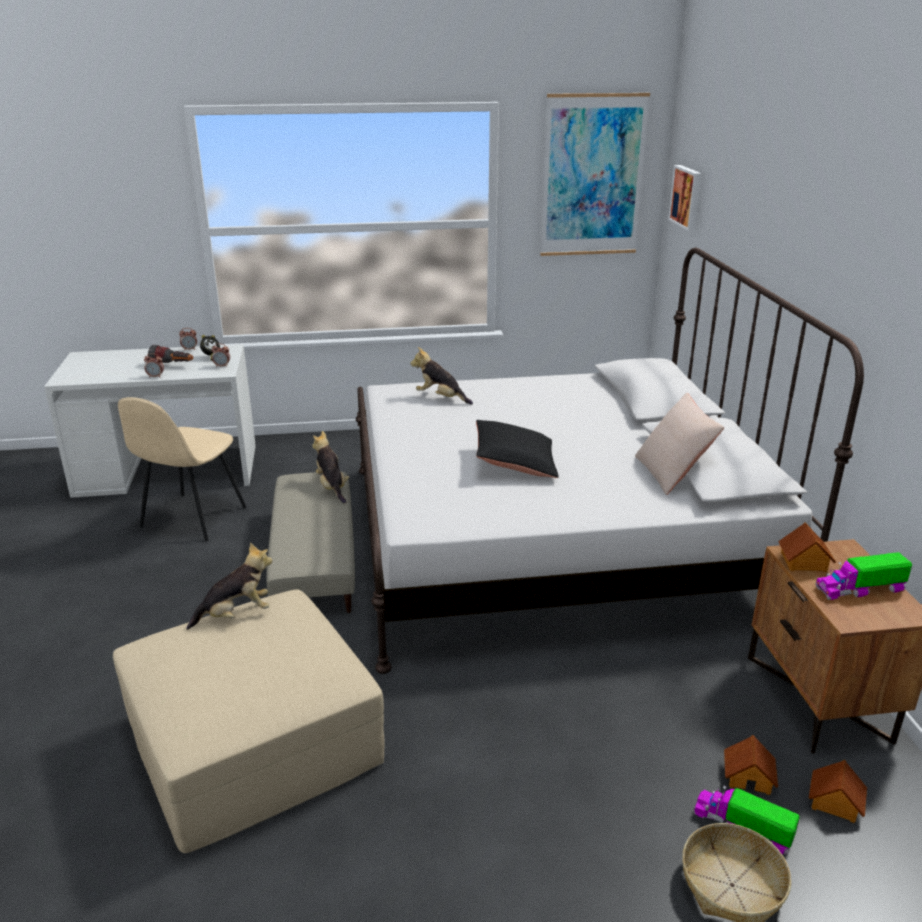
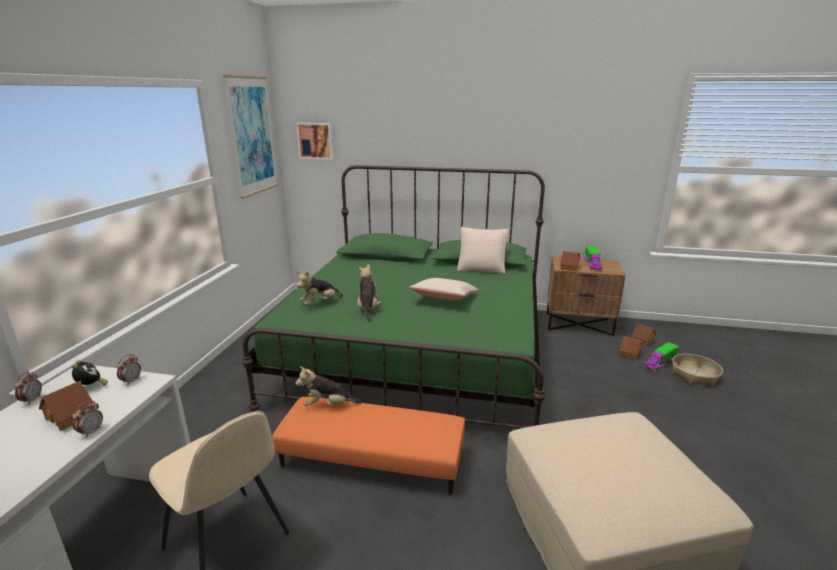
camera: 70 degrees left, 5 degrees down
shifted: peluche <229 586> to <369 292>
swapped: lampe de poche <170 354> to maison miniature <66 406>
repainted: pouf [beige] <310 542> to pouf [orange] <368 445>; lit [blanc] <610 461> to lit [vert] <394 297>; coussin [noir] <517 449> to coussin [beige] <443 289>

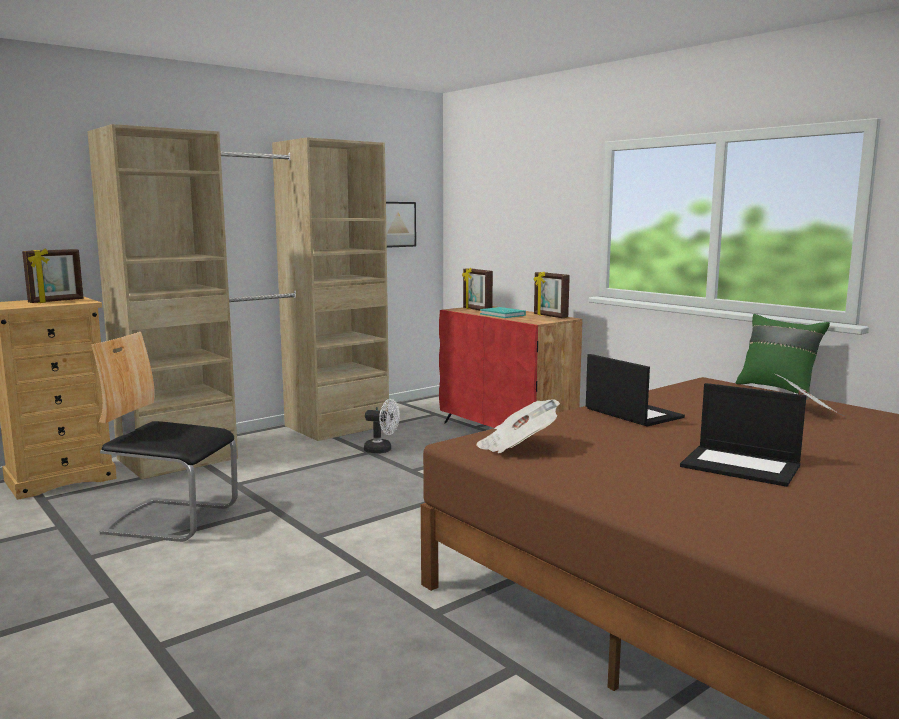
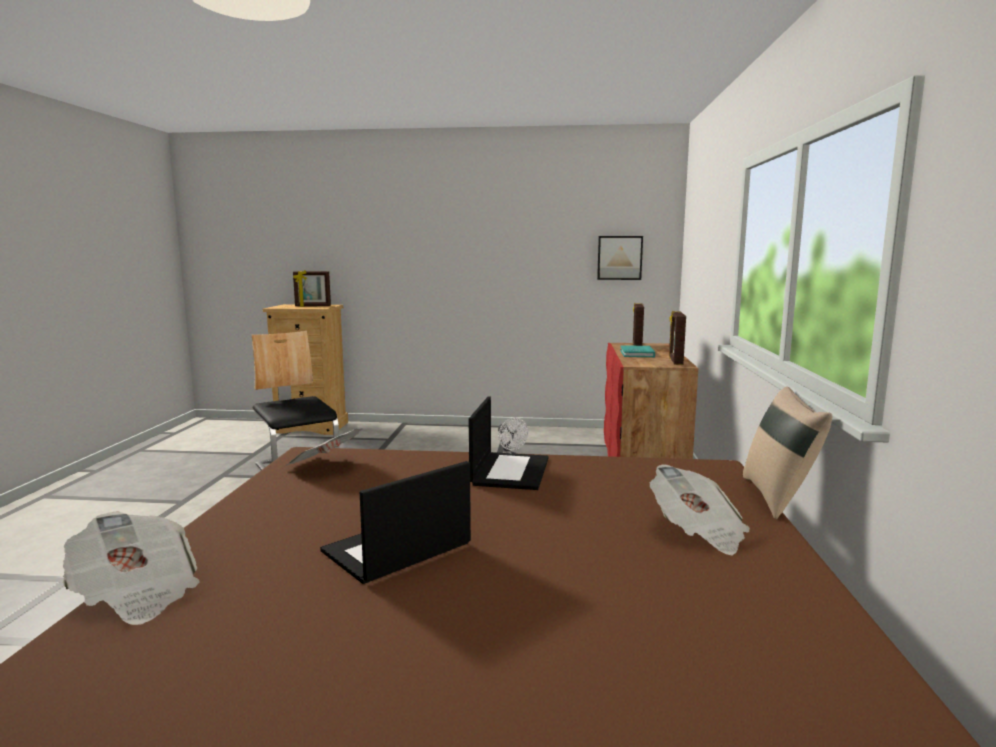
camera: 45 degrees right, 0 degrees up
gone: armoire [beige] <238 301>
new: journal <131 568>
repainted: coussin [vert] <783 354> to coussin [beige] <788 452>
rotated: ordinateur portable <743 435> = <395 522> 60 degrees clockwise

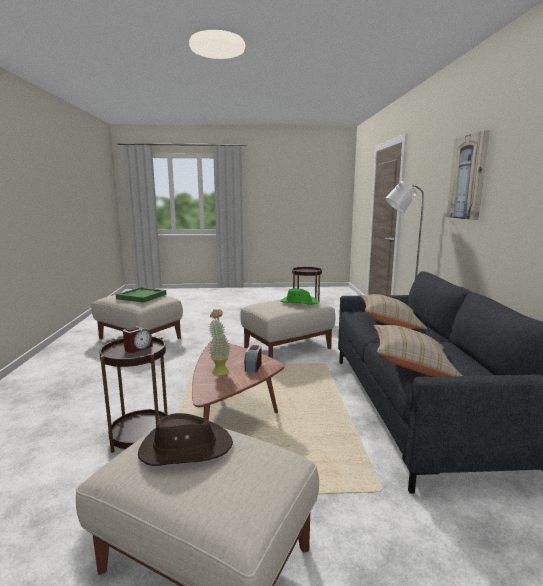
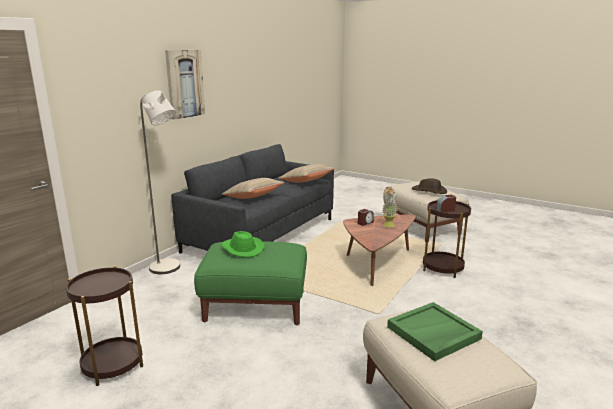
camera: 145 degrees left, 5 degrees up
repainted: pouf [beige] <288 328> to pouf [vert] <250 283>

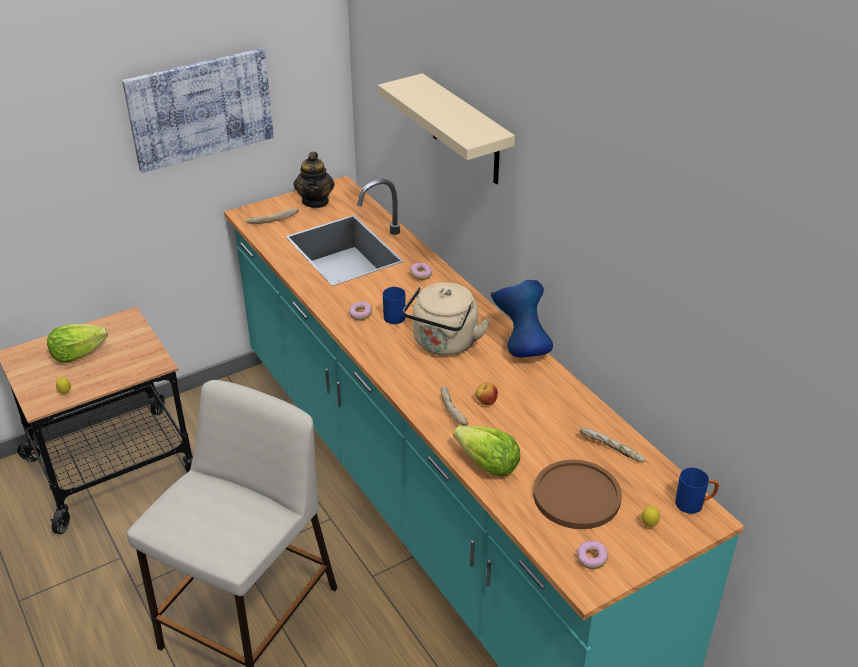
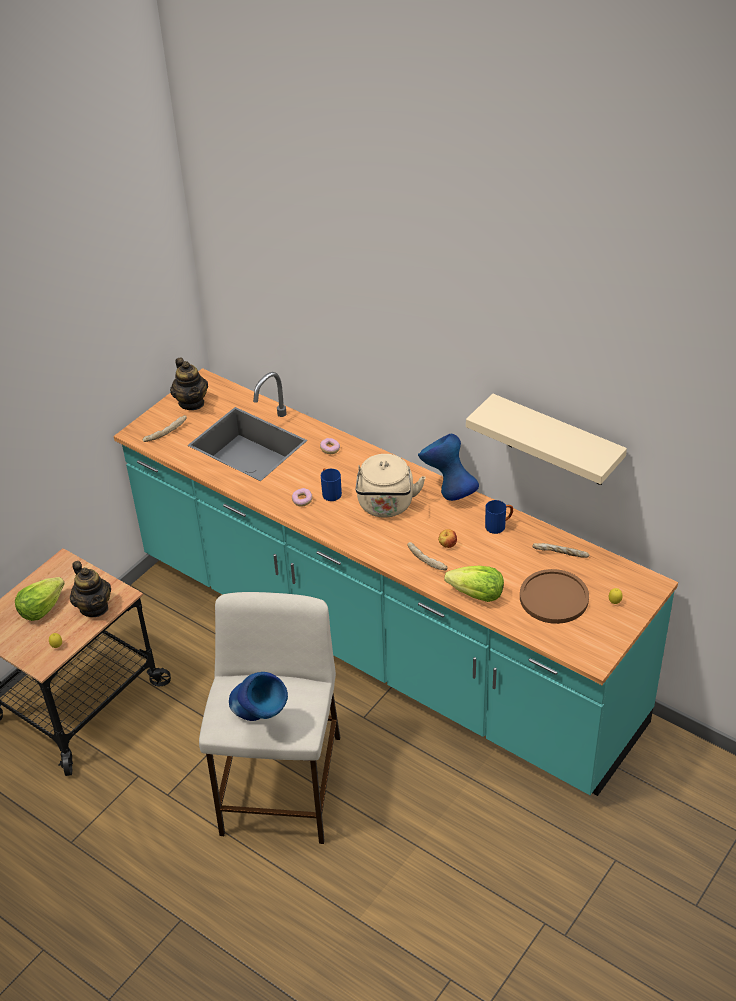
camera: 20 degrees left, 5 degrees up
gone: tableau <198 110>; beignet <592 555>
new: théière <90 589>; vase [bleu] <258 696>
shifted: étagère [beige] <446 128> to <546 439>; mug [bleu] <697 491> to <499 517>

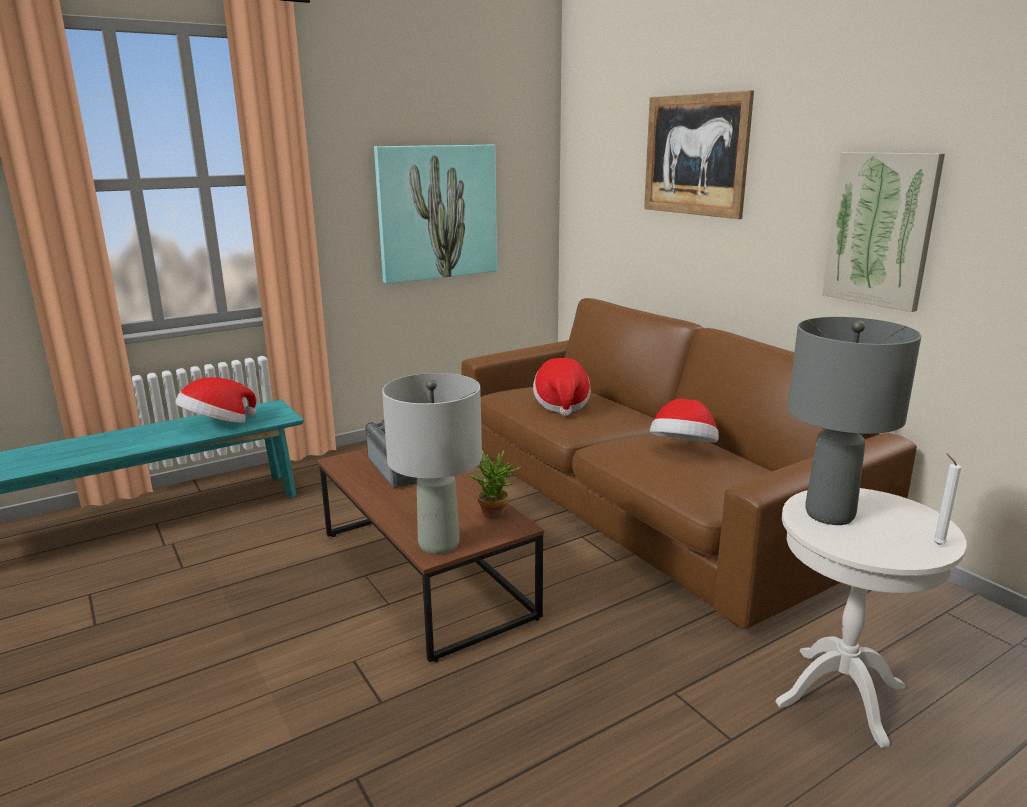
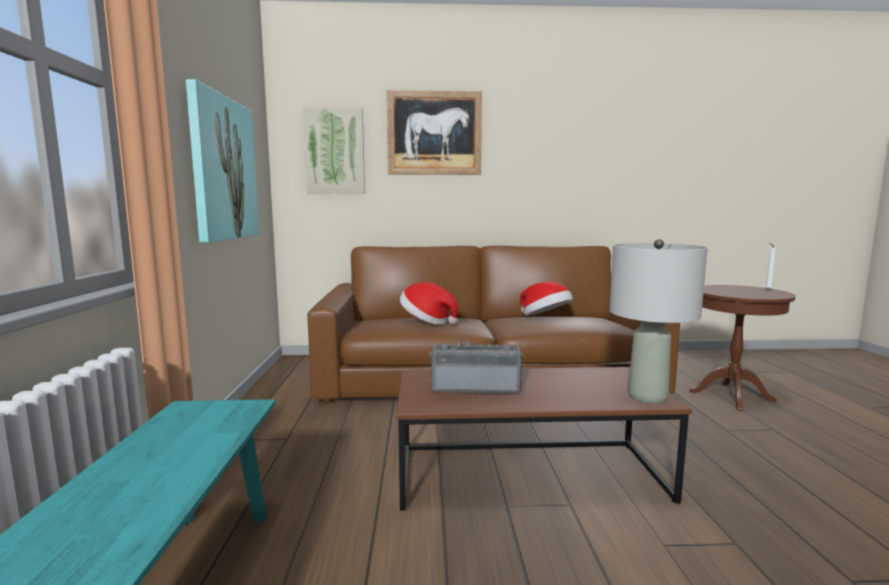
camera: 60 degrees left, 10 degrees down
gone: chapeau <216 400>; plante en pot <496 484>; lampe de table [gris] <854 421>
shifted: tableau <883 232> to <334 150>
repainted: table d'appoint [blanc] <870 618> to table d'appoint [marron] <742 348>

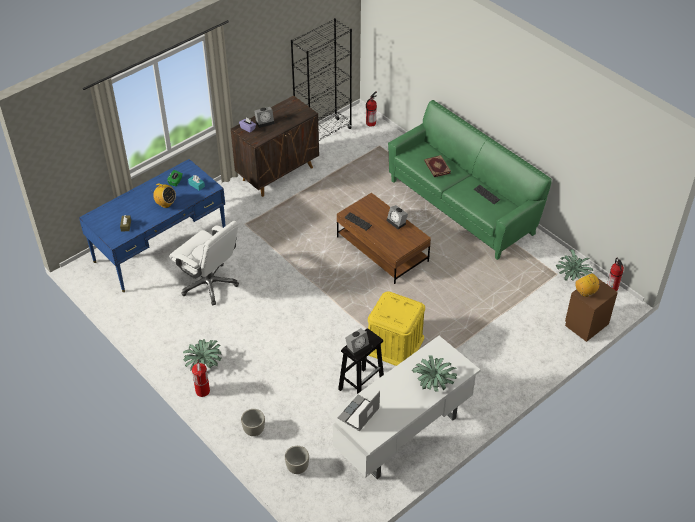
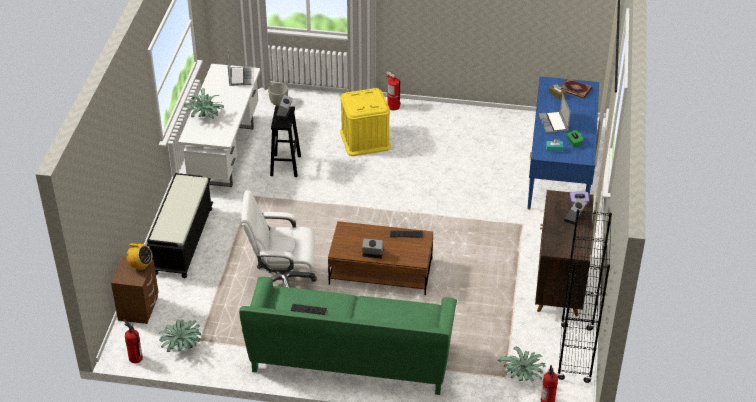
camera: 140 degrees right, 5 degrees down
gone: cache-pot [gris] <253 422>
new: banc [noir] <180 225>
shifted: chaise de bureau [blanc] <204 263> to <279 238>; plante en pot <202 355> to <522 364>; boîte de rangement [jaune] <396 329> to <365 122>; livre <437 166> to <576 88>
swapped: radio <164 196> to ordinateur portable <555 113>

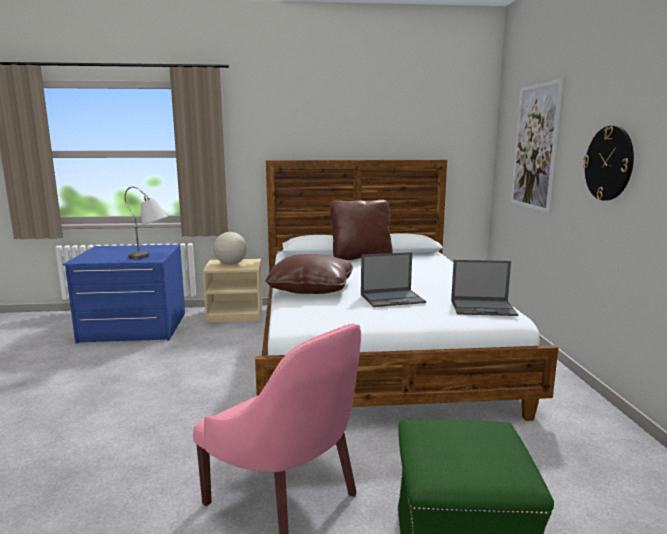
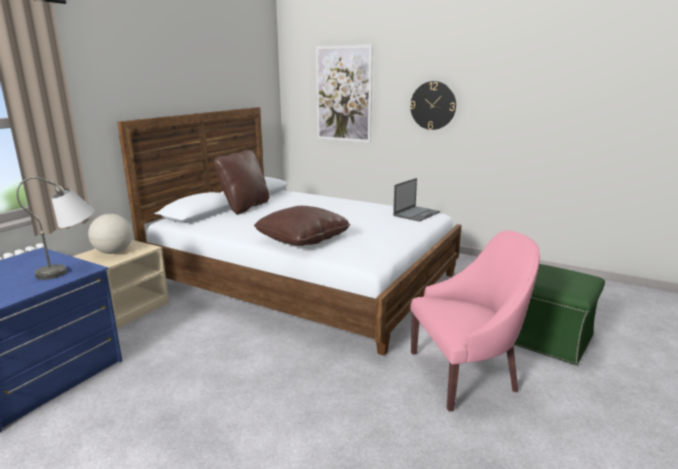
camera: 55 degrees left, 5 degrees up
gone: ordinateur portable <393 279>

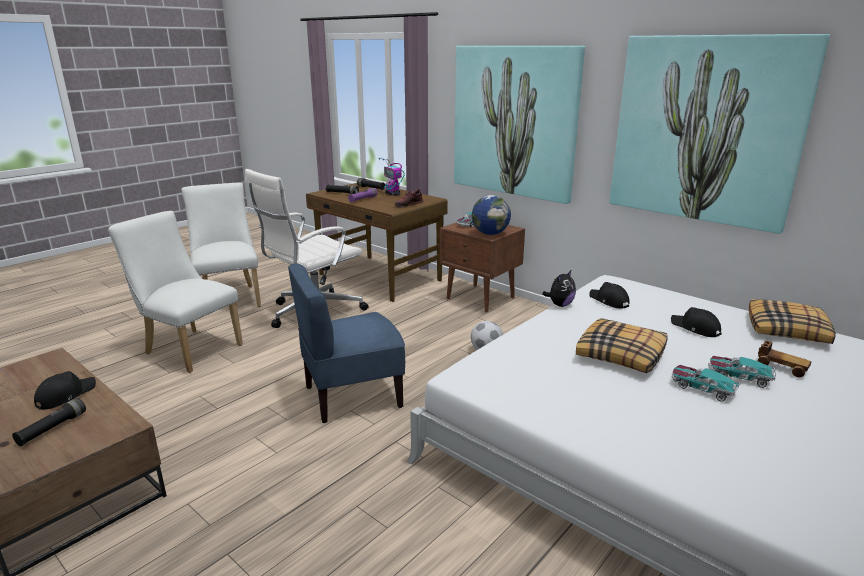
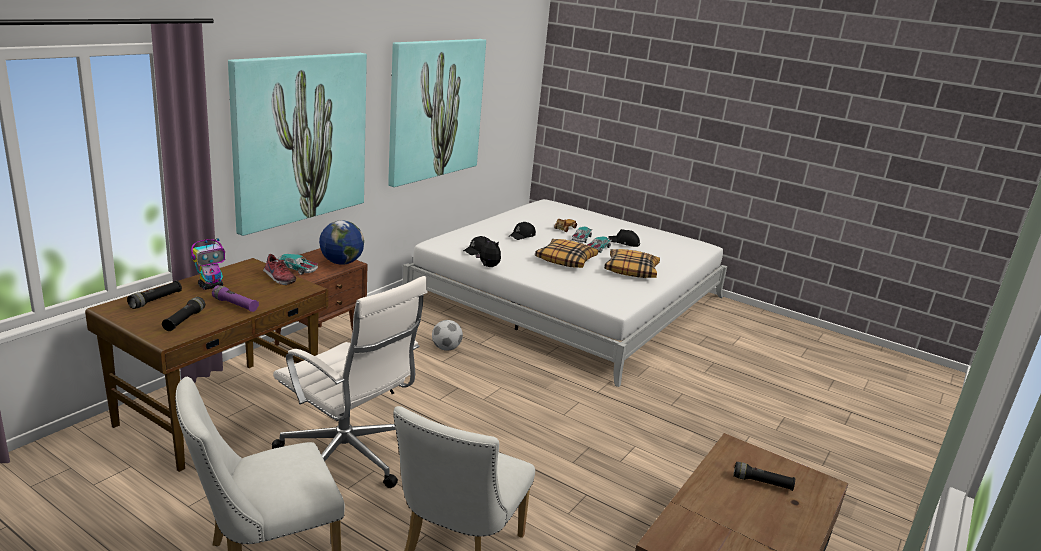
camera: 100 degrees left, 0 degrees up
gone: chaise [bleu] <346 343>
shifted: casquette [noir] <65 390> to <624 238>; coussin <792 321> to <632 263>

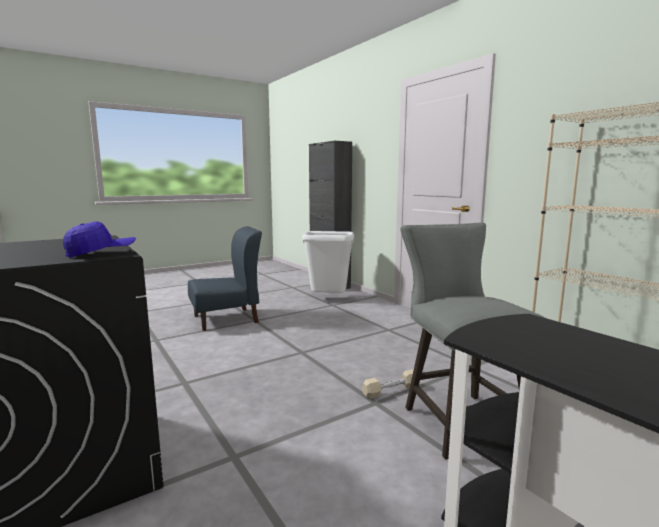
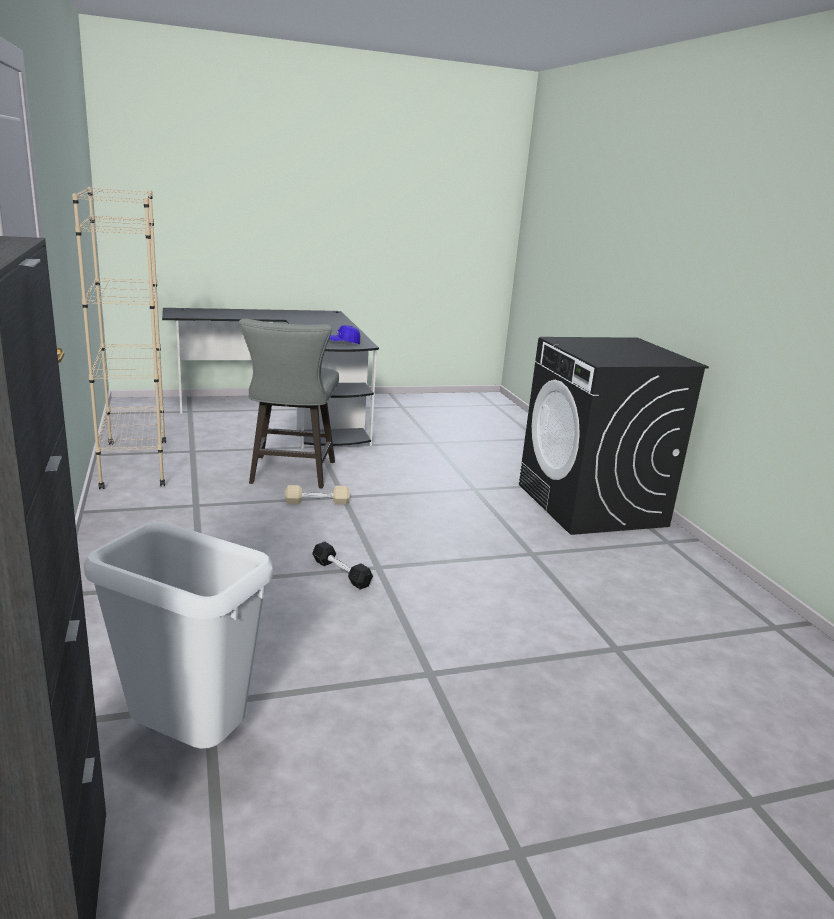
camera: 165 degrees left, 10 degrees up
gone: chaise [bleu] <225 278>
new: haltère [noir] <342 566>
shifted: casquette [bleu] <99 239> to <344 334>

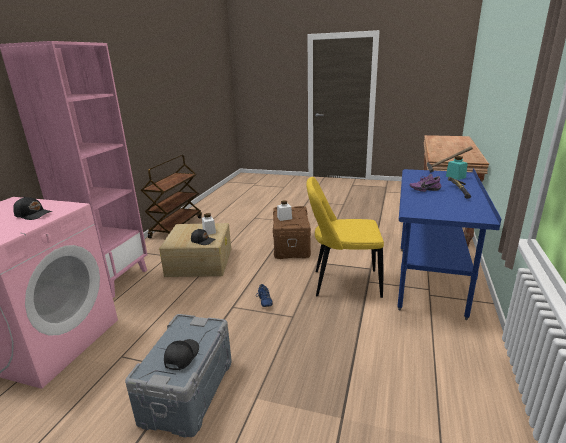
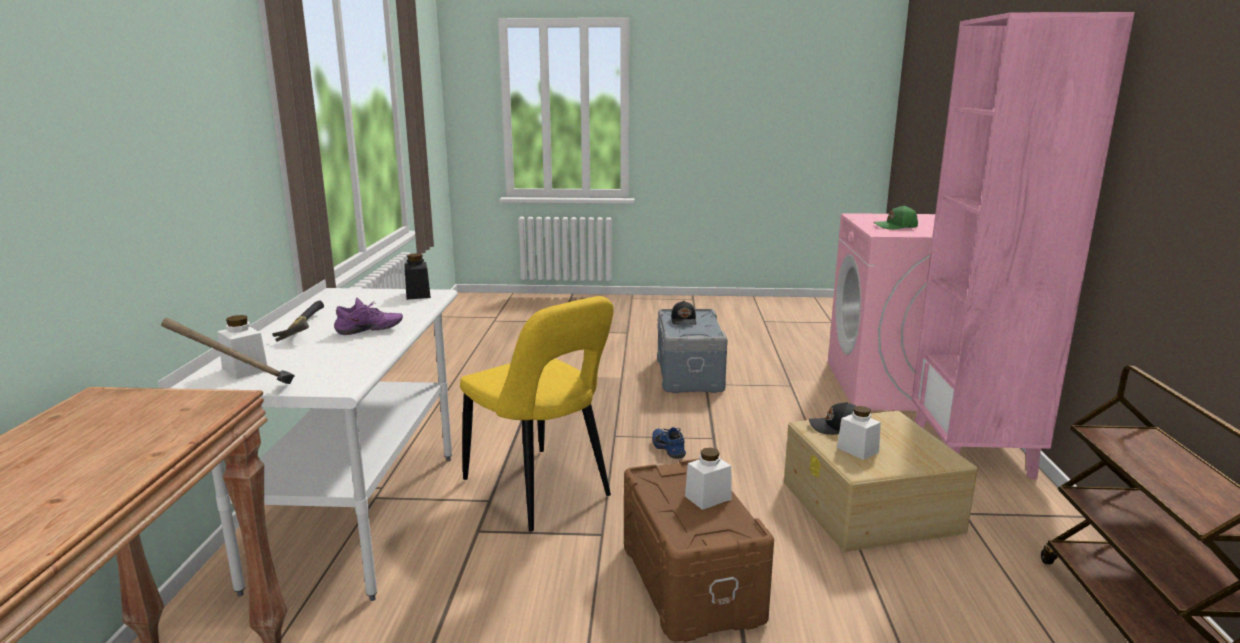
camera: 165 degrees right, 5 degrees down
new: bocal [noir] <417 276>
repainted: casquette [noir] <33 208> to casquette [vert] <896 217>; bureau [bleu] <449 244> to bureau [blanc] <308 440>; bocal [turquoise] <457 168> to bocal [blanc] <242 347>
rotated: chaise [jaune] <345 237> = <537 414> 60 degrees clockwise

